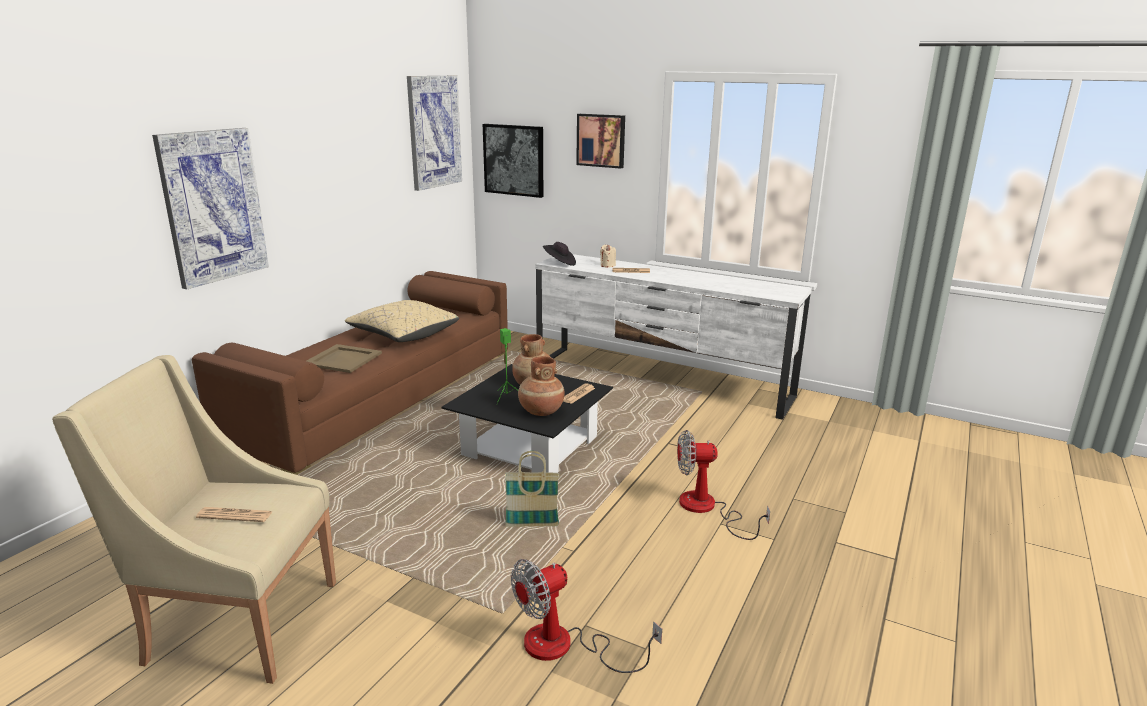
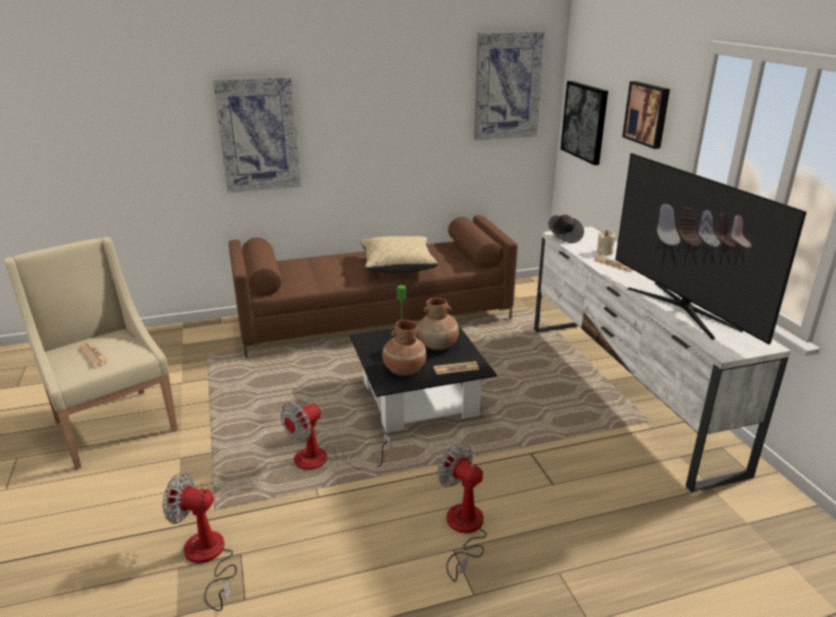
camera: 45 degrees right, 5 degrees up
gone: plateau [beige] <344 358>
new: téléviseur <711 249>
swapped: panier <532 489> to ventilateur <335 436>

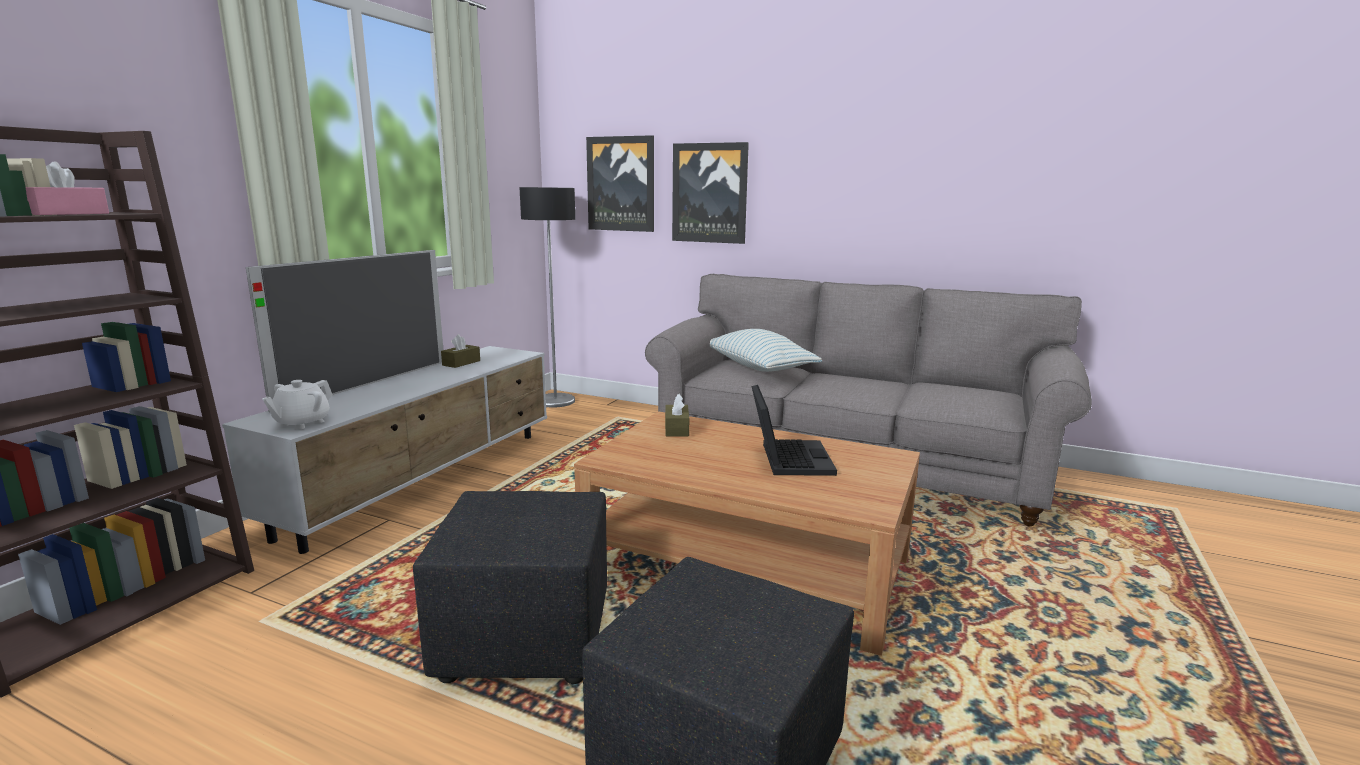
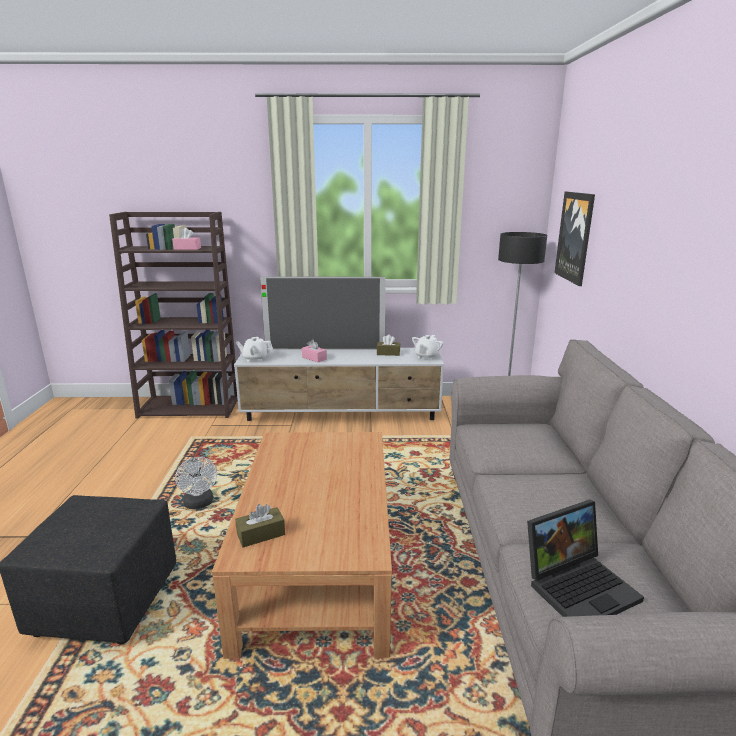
camera: 65 degrees right, 5 degrees up
gone: tableau <710 193>; coussin <766 350>
new: boîte à mouchoirs [rose] <314 351>; théière [blanc] <427 347>
shifted: boîte à mouchoirs [marron] <677 415> to <260 526>; ordinateur portable <794 430> to <585 558>
swapped: pouf [noir] <510 587> to ventilateur [blanc] <196 483>

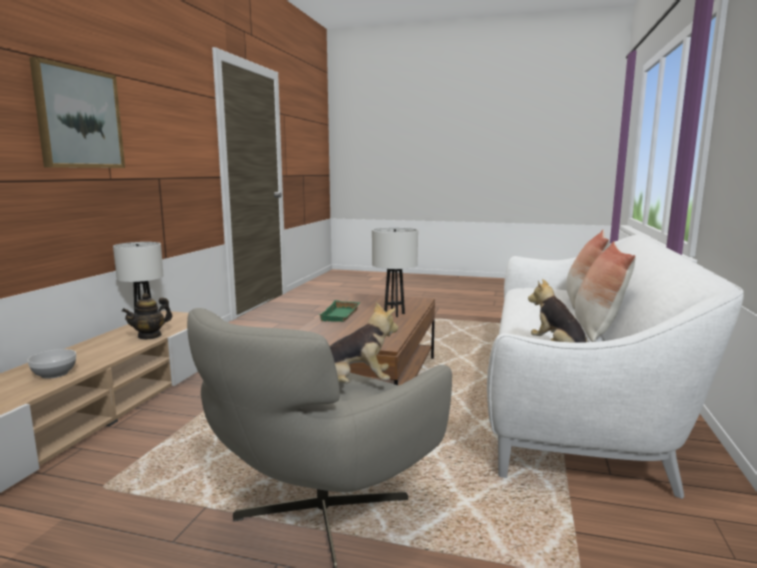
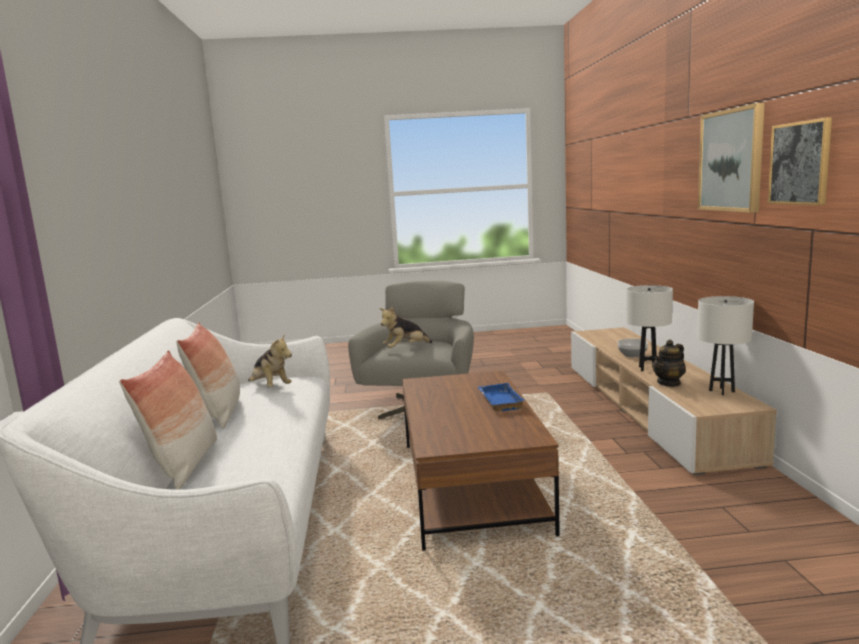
camera: 160 degrees right, 0 degrees up
new: tableau <800 161>
shifted: lampe de table [blanc] <395 272> to <649 328>
repainted: plateau [vert] <339 311> to plateau [bleu] <501 397>
rotated: théière <147 316> = <669 363> 150 degrees counterclockwise

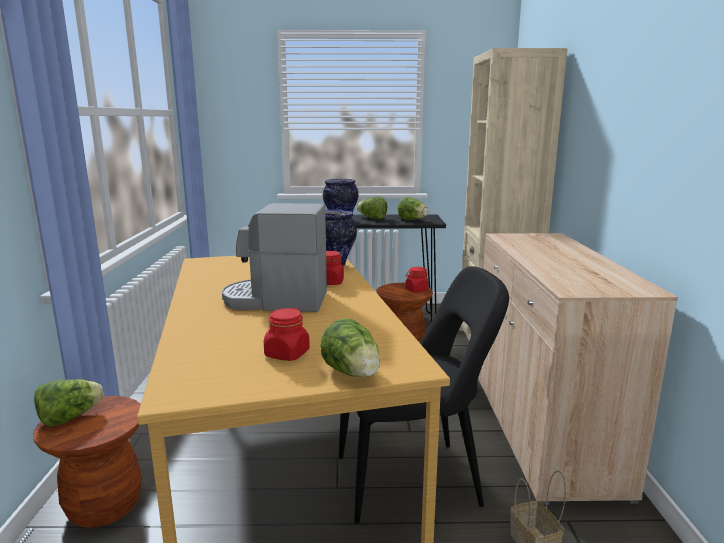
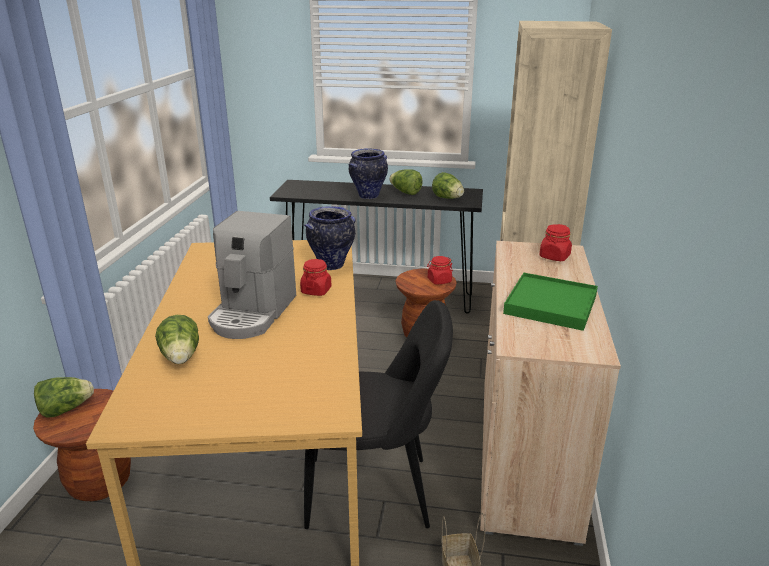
camera: 10 degrees right, 10 degrees up
new: plateau [vert] <550 302>
shifted: bocal [rouge] <287 334> to <555 242>; laitue <350 347> to <177 339>
rotated: machine à café <274 257> = <252 275> 90 degrees counterclockwise

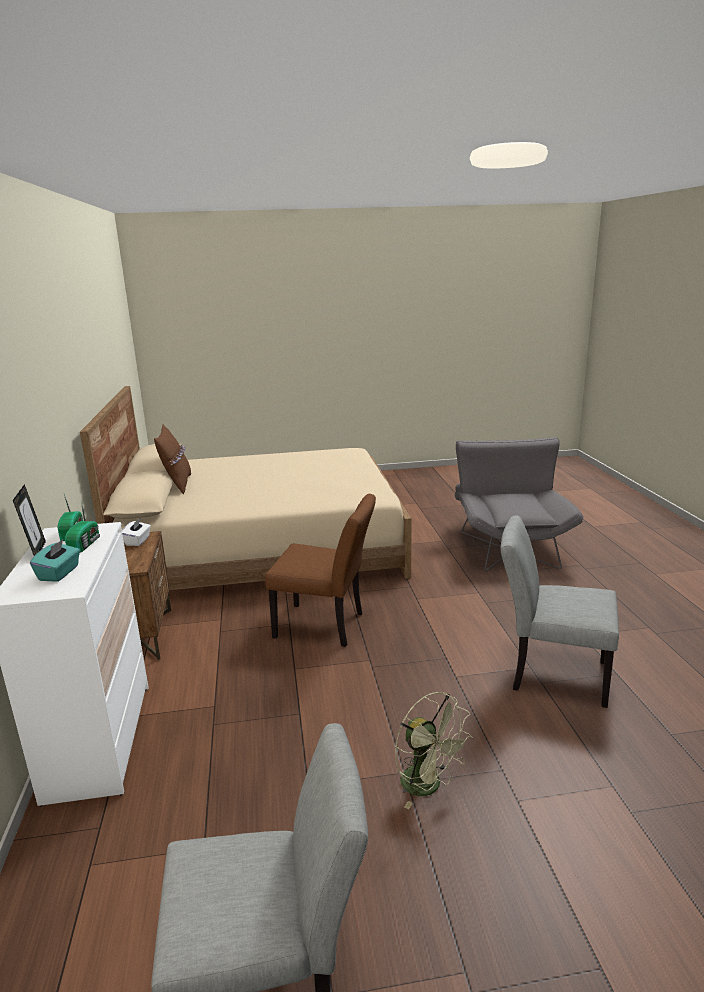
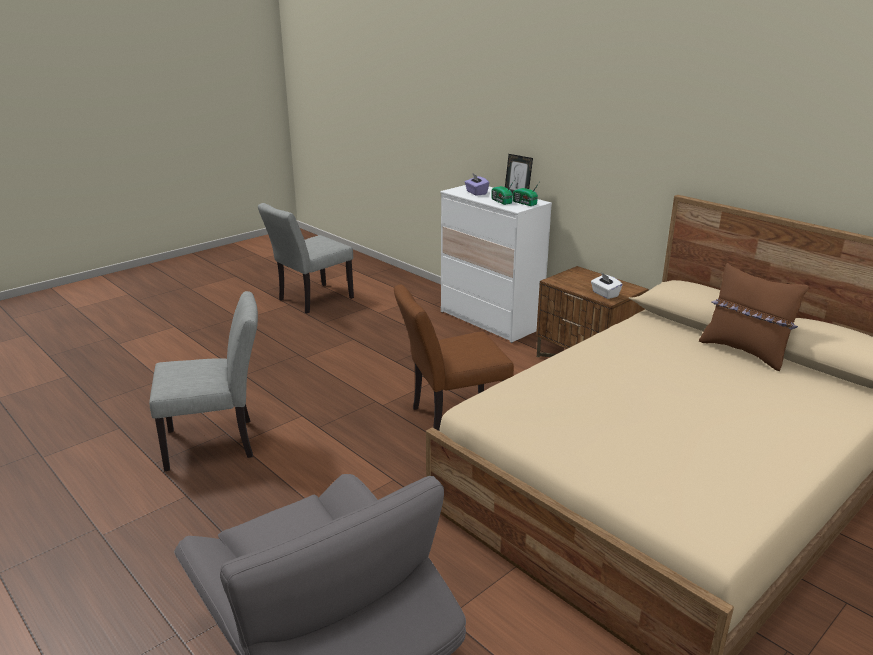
camera: 145 degrees right, 5 degrees up
gone: ventilateur [vert] <434 750>
repainted: boîte à mouchoirs [turquoise] <55 560> to boîte à mouchoirs [violet] <477 185>

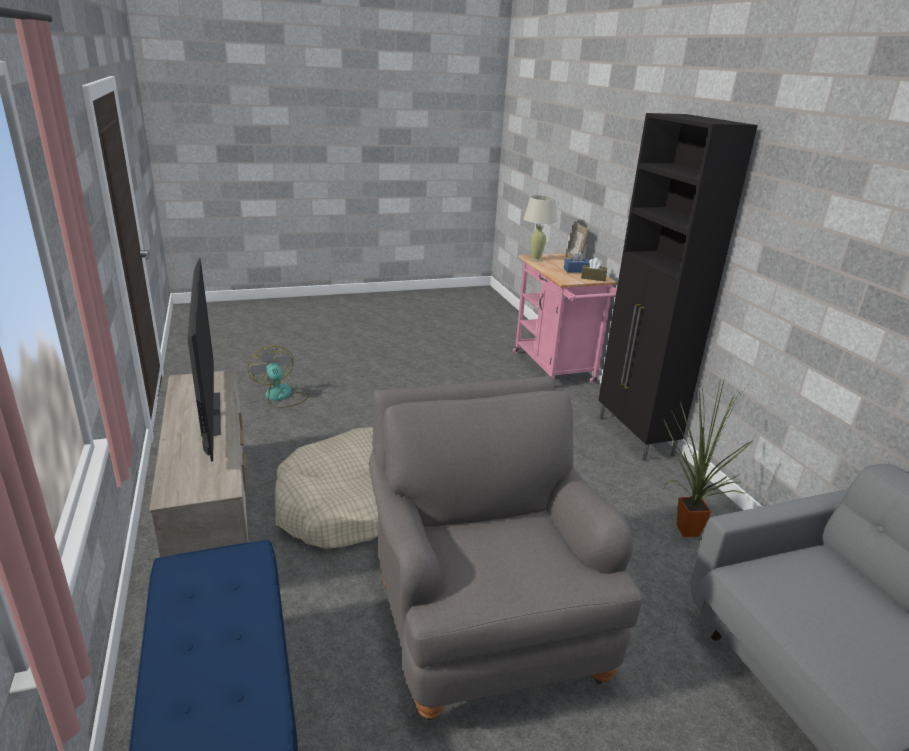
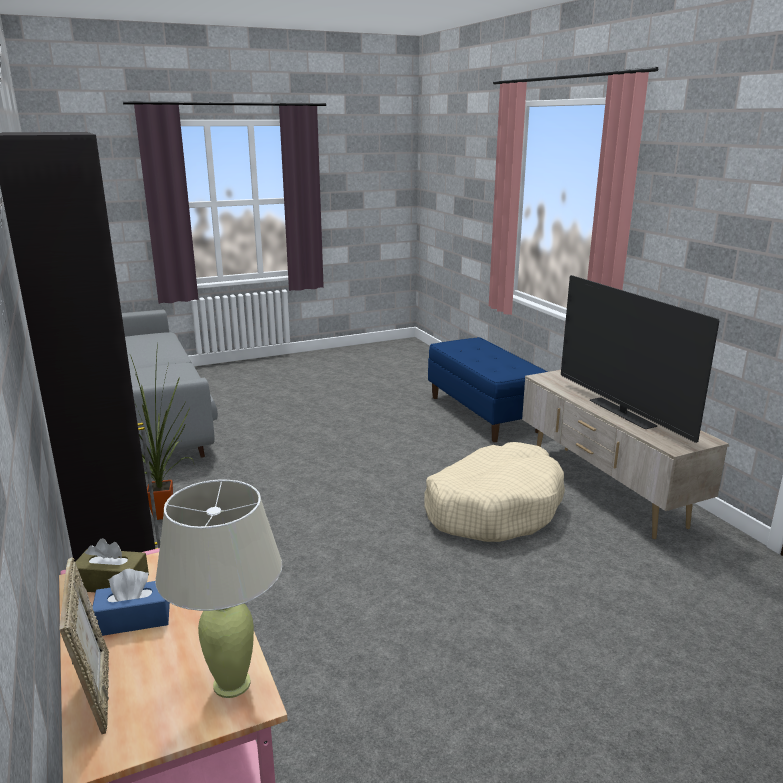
camera: 175 degrees right, 5 degrees down
gone: ventilateur <279 377>; fauteuil [gris] <506 548>

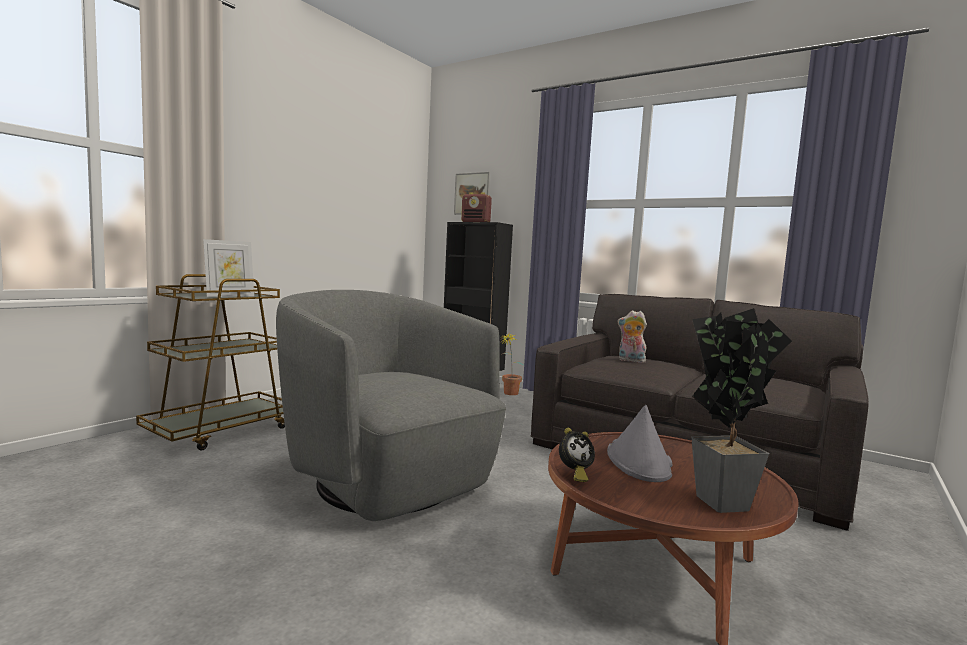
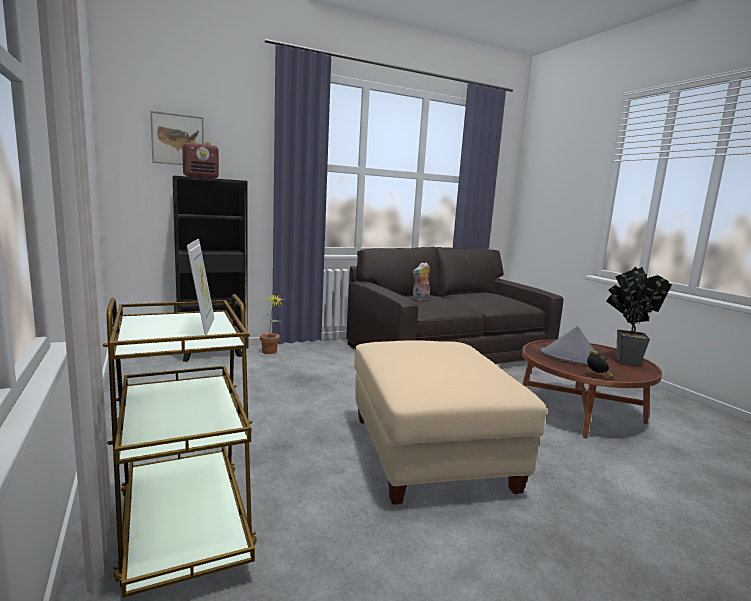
camera: 60 degrees left, 5 degrees up
swapped: fauteuil [gris] <391 405> to pouf [beige] <450 422>

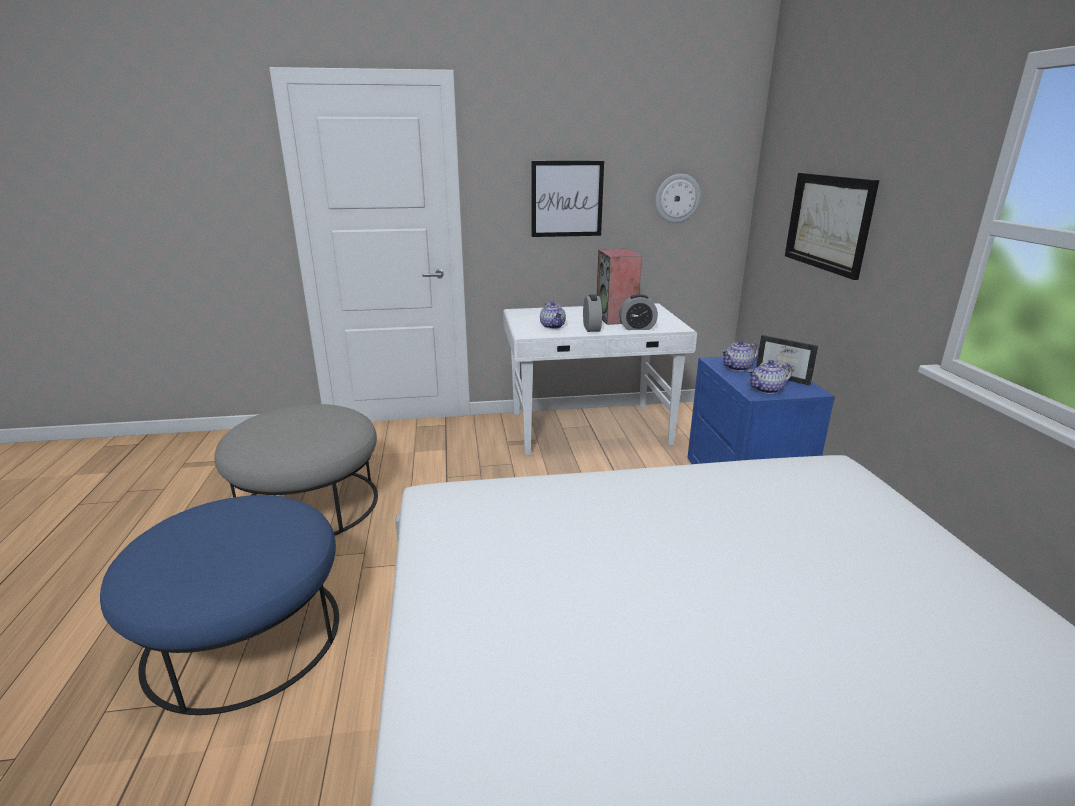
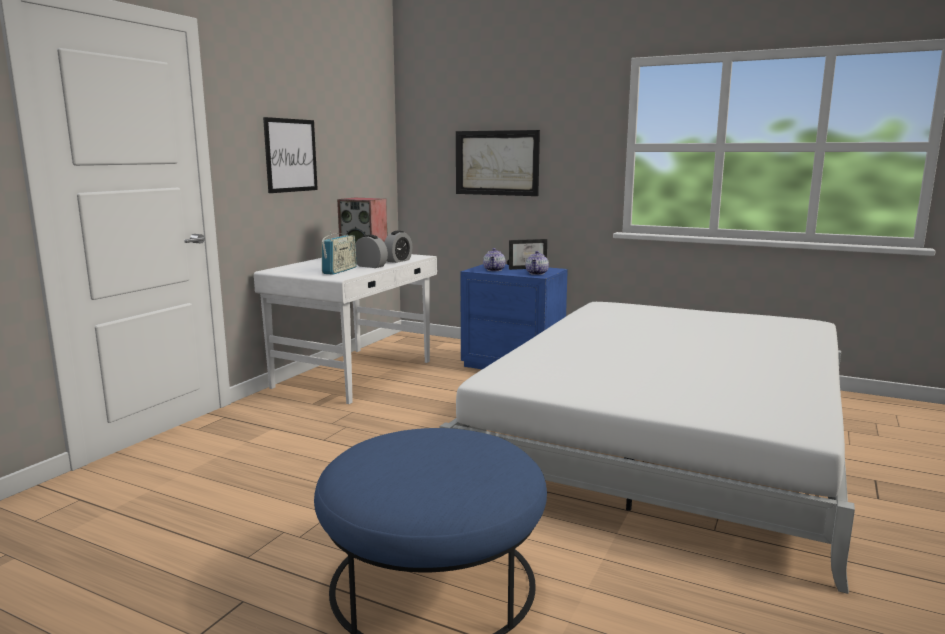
camera: 55 degrees left, 10 degrees down
gone: pouf [gris] <296 470>; horloge murale <678 198>
swapped: théière <553 315> to radio <339 253>

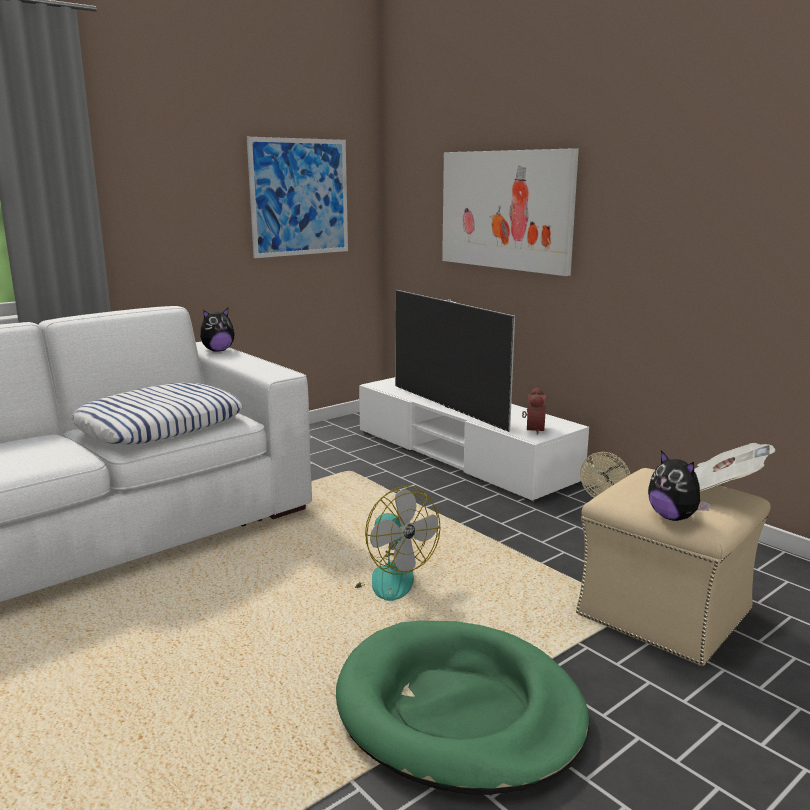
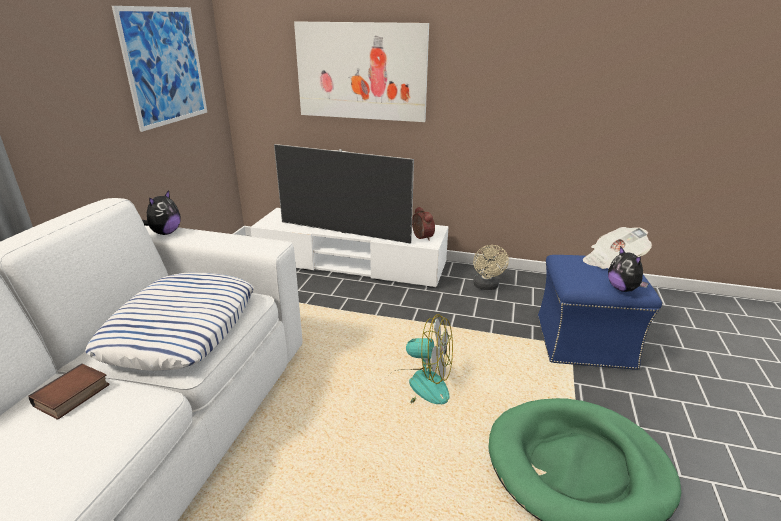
camera: 35 degrees left, 10 degrees up
new: livre <69 392>
repainted: pouf [beige] <673 567> to pouf [bleu] <600 312>
rotated: peluche <679 485> = <628 269> 45 degrees clockwise

